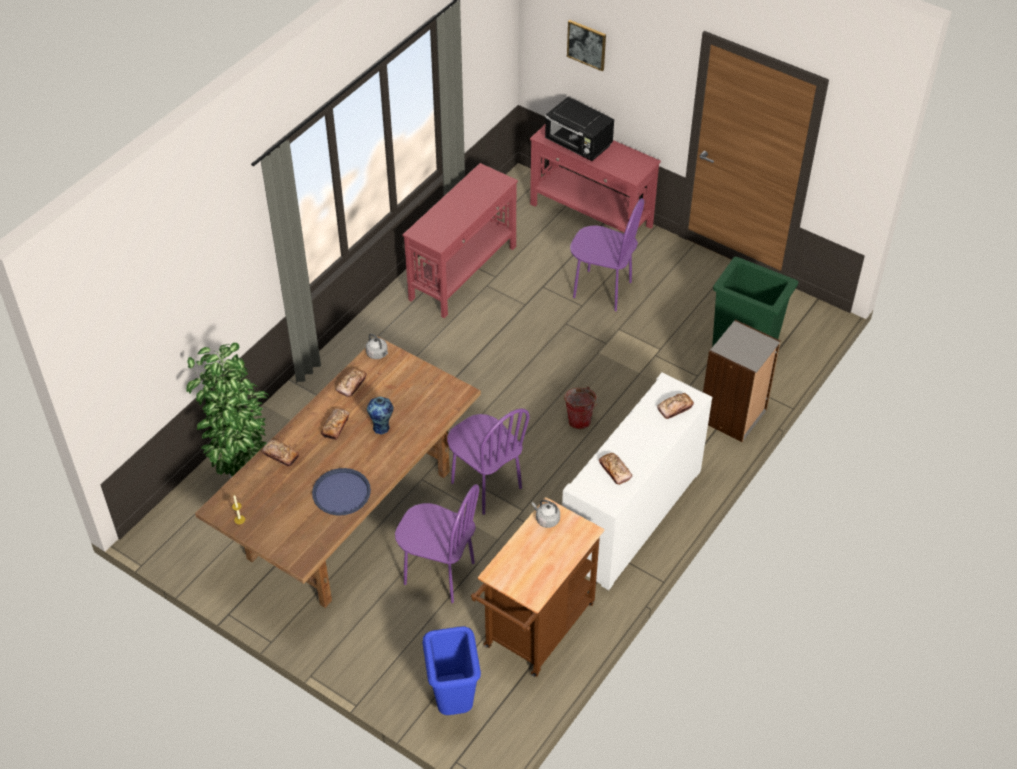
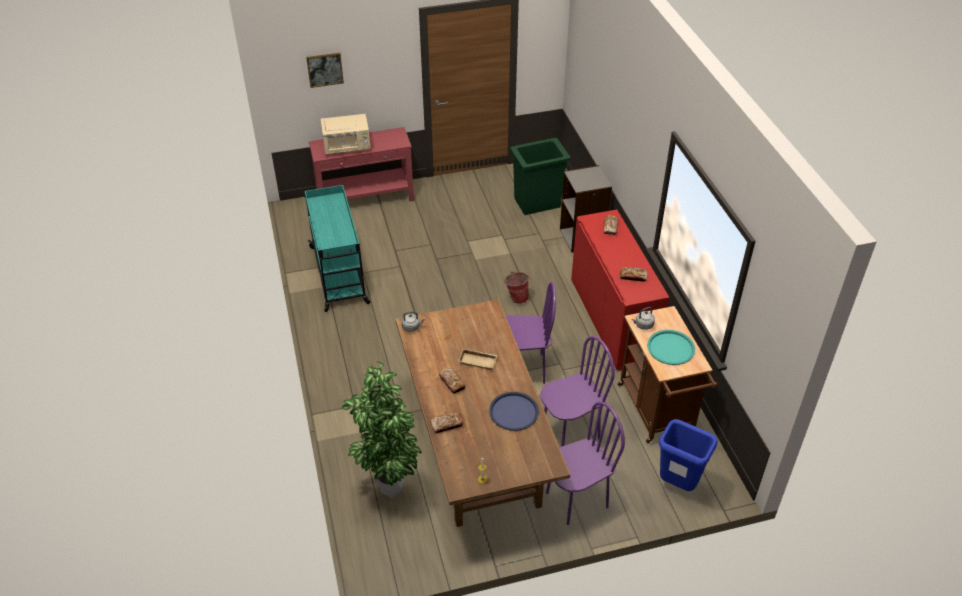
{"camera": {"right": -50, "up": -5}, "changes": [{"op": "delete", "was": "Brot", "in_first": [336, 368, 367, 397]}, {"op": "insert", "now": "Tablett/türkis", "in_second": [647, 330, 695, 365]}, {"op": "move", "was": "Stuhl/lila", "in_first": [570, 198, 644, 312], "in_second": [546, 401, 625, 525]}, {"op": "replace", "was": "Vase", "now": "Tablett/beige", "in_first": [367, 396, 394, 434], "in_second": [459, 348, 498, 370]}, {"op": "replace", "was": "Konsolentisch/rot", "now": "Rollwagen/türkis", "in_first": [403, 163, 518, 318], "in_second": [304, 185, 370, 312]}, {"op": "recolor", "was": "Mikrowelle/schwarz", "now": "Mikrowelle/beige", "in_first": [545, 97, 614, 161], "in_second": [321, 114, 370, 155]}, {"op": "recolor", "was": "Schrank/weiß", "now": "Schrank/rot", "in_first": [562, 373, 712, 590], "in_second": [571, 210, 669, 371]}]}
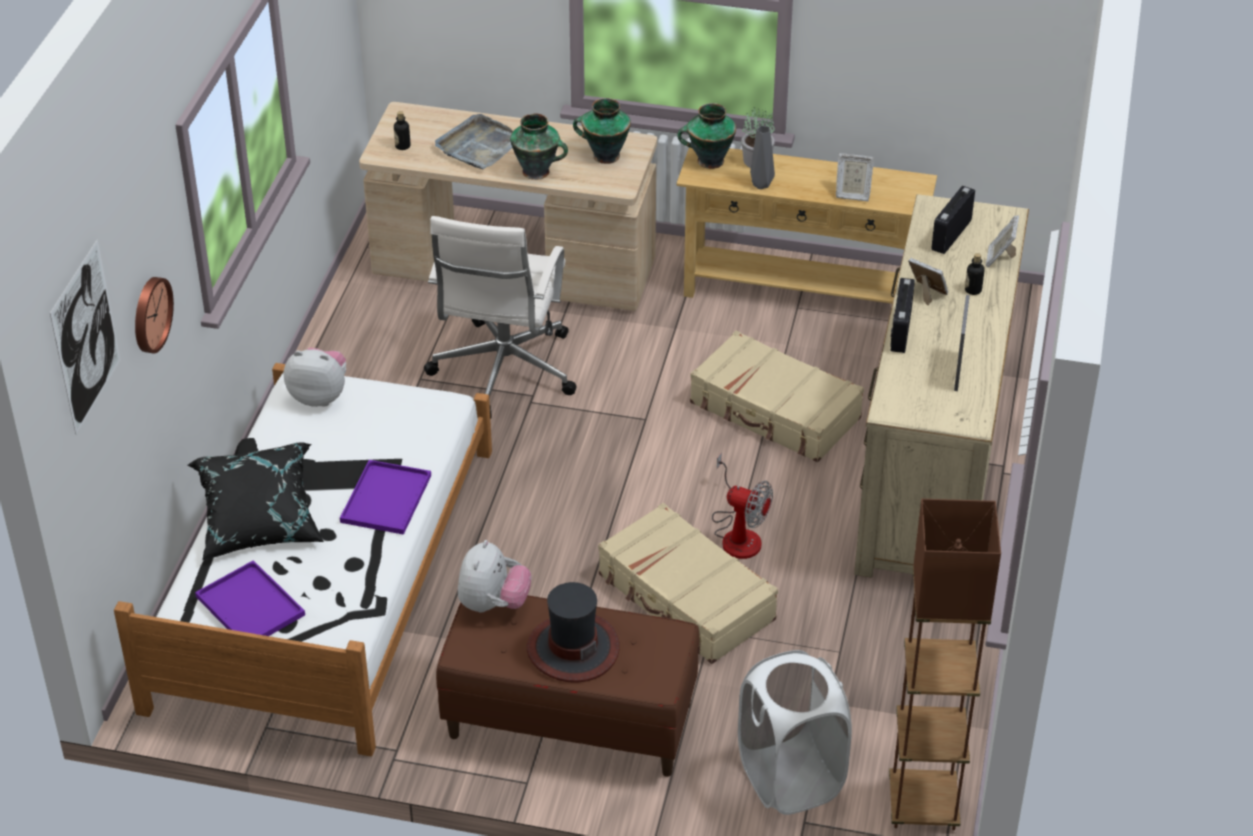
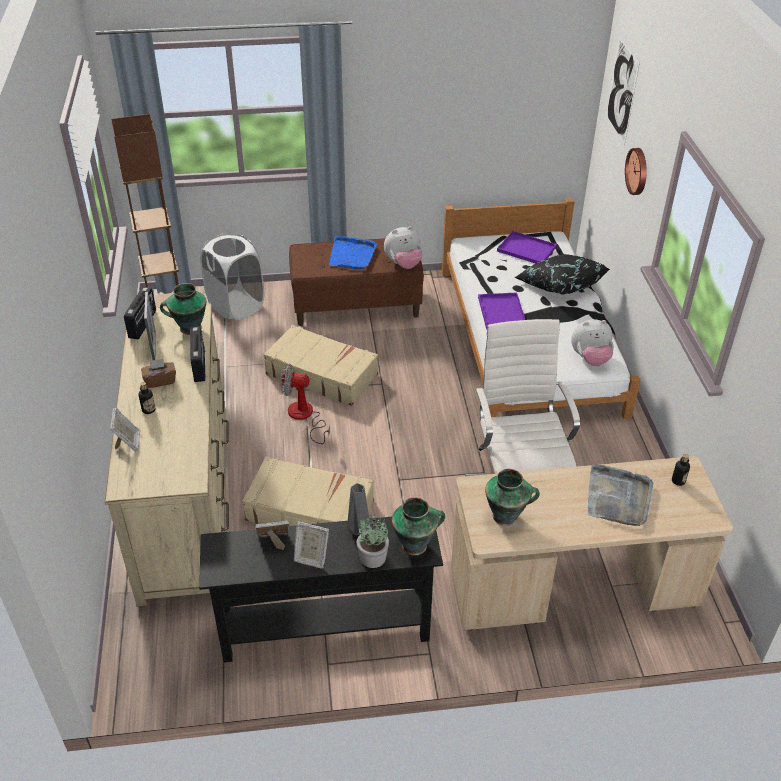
{"camera": {"right": 160, "up": 0}, "changes": [{"op": "insert", "now": "Taschentuchbox/braun", "in_second": [141, 359, 176, 388]}, {"op": "move", "was": "Vase", "in_first": [510, 113, 568, 180], "in_second": [160, 283, 206, 335]}, {"op": "move", "was": "Bilderrahmen", "in_first": [908, 258, 948, 305], "in_second": [294, 521, 329, 568]}, {"op": "move", "was": "Radio", "in_first": [931, 186, 975, 254], "in_second": [124, 287, 156, 339]}, {"op": "replace", "was": "Hut", "now": "Tablett/blau", "in_first": [527, 582, 620, 683], "in_second": [329, 236, 377, 269]}, {"op": "recolor", "was": "Konsolentisch/beige", "now": "Konsolentisch/schwarz", "in_first": [676, 147, 937, 304], "in_second": [199, 517, 443, 663]}, {"op": "rotate", "was": "Plüschtier", "in_first": [458, 540, 531, 612], "in_second": [384, 226, 422, 269], "clockwise": -105}]}
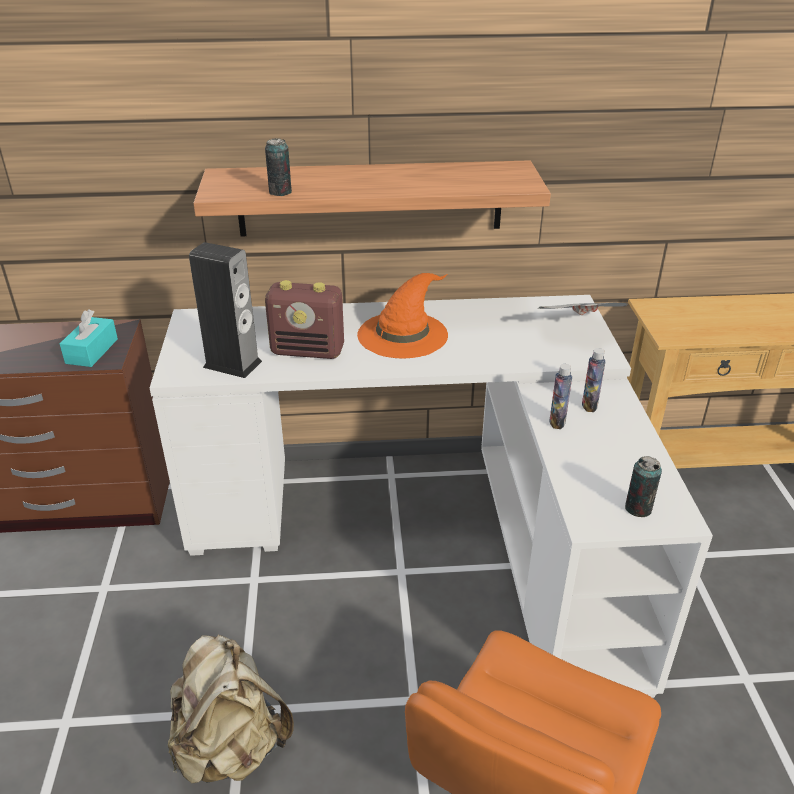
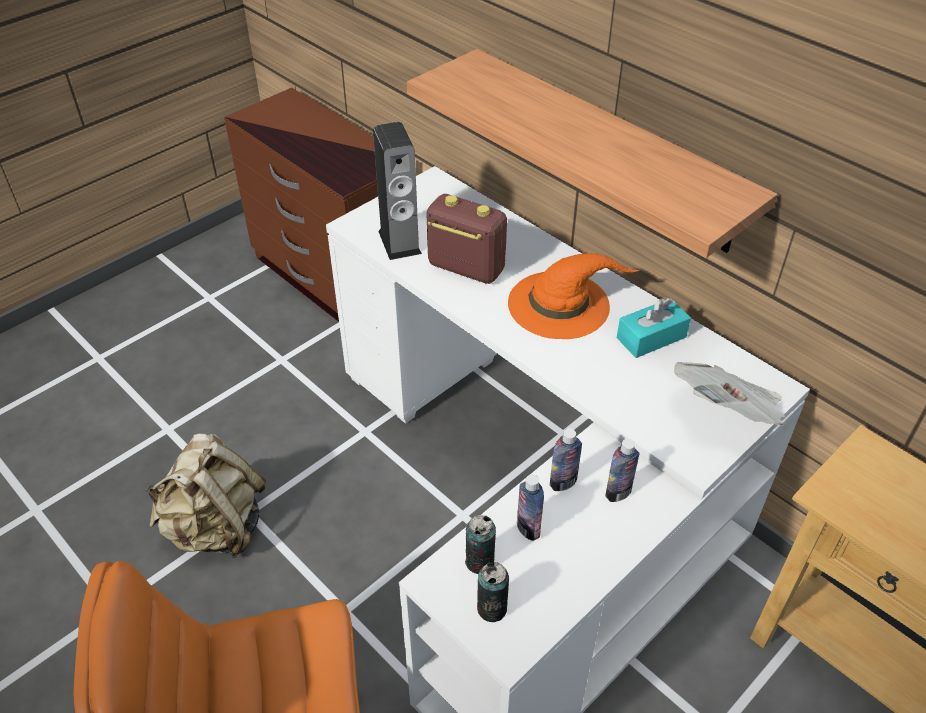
{"camera": {"right": 50, "up": 10}, "changes": [{"op": "insert", "now": "Flasche", "in_second": [517, 474, 544, 541]}, {"op": "move", "was": "Taschentuchbox/türkis", "in_first": [60, 309, 118, 367], "in_second": [617, 298, 691, 358]}, {"op": "move", "was": "Dose", "in_first": [265, 138, 292, 196], "in_second": [465, 515, 496, 574]}, {"op": "rotate", "was": "Radio", "in_first": [265, 280, 344, 359], "in_second": [426, 194, 507, 284], "clockwise": 150}]}
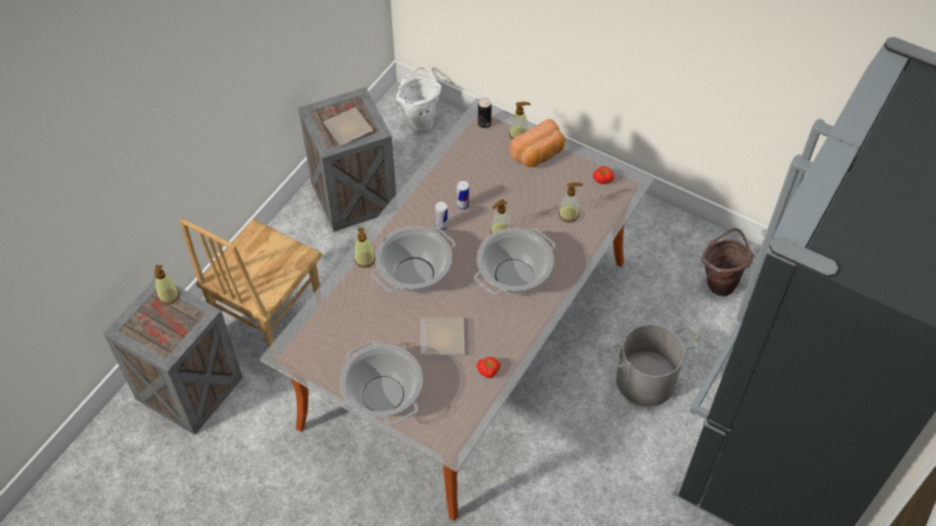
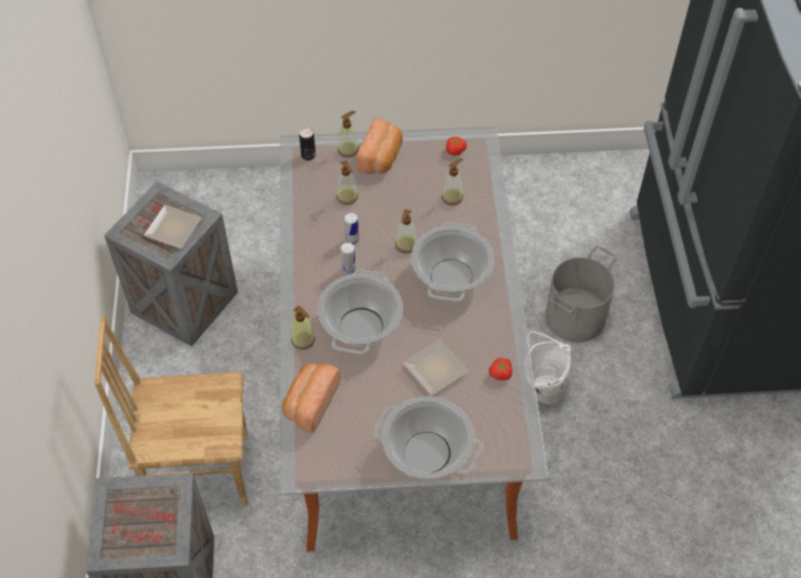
{"camera": {"right": -35, "up": 0}, "changes": [{"op": "delete", "was": "Eimer/braun", "in_first": [701, 228, 754, 297]}, {"op": "insert", "now": "Brot", "in_second": [282, 363, 340, 433]}, {"op": "move", "was": "Seifenspender", "in_first": [155, 265, 179, 304], "in_second": [337, 160, 358, 205]}, {"op": "move", "was": "Eimer/weiß", "in_first": [396, 66, 442, 131], "in_second": [528, 331, 571, 404]}, {"op": "rotate", "was": "Stuhl/braun", "in_first": [180, 218, 322, 348], "in_second": [94, 317, 248, 506], "clockwise": 90}]}
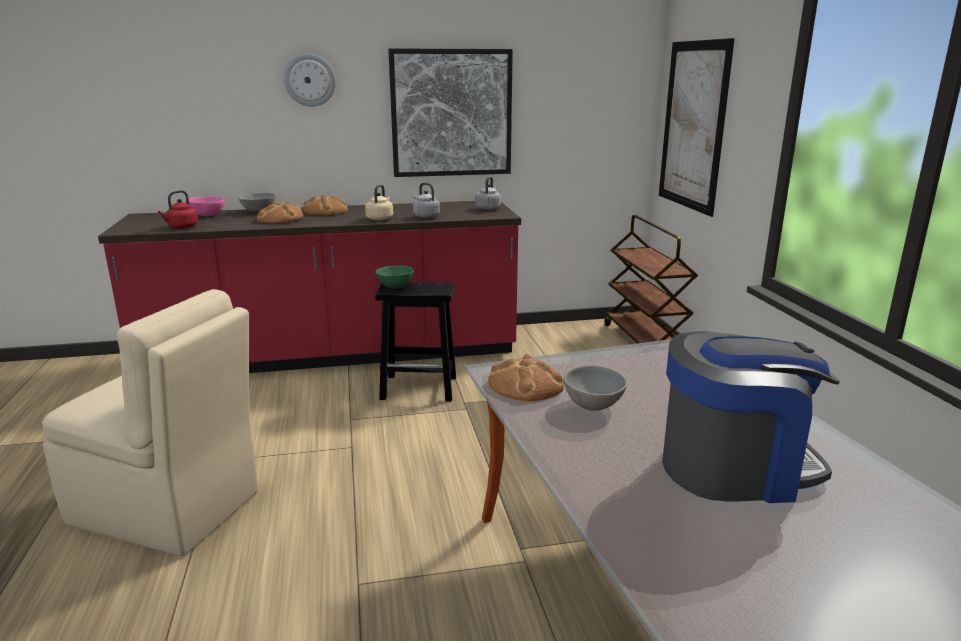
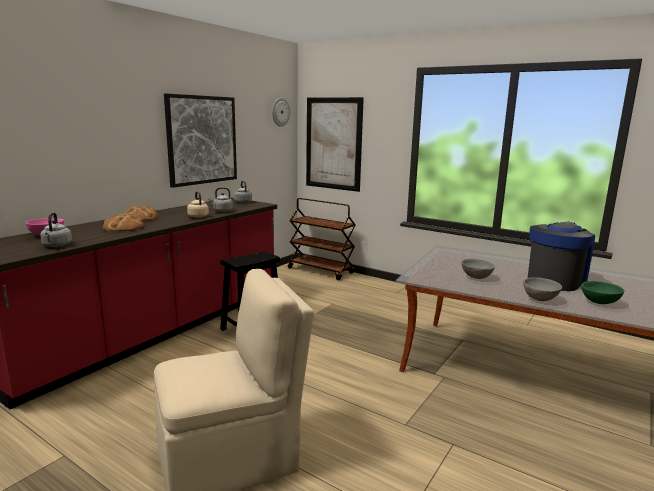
{"camera": {"right": -45, "up": -5}, "changes": [{"op": "delete", "was": "Brot", "in_first": [488, 354, 564, 402]}, {"op": "move", "was": "Schüssel/grau", "in_first": [239, 193, 275, 212], "in_second": [523, 277, 562, 301]}, {"op": "move", "was": "Wanduhr", "in_first": [284, 54, 336, 107], "in_second": [272, 97, 290, 127]}, {"op": "move", "was": "Schüssel/grün", "in_first": [375, 265, 414, 289], "in_second": [581, 281, 624, 304]}, {"op": "recolor", "was": "Wasserkessel/rot", "now": "Wasserkessel/grau", "in_first": [158, 190, 198, 229], "in_second": [40, 212, 72, 247]}]}
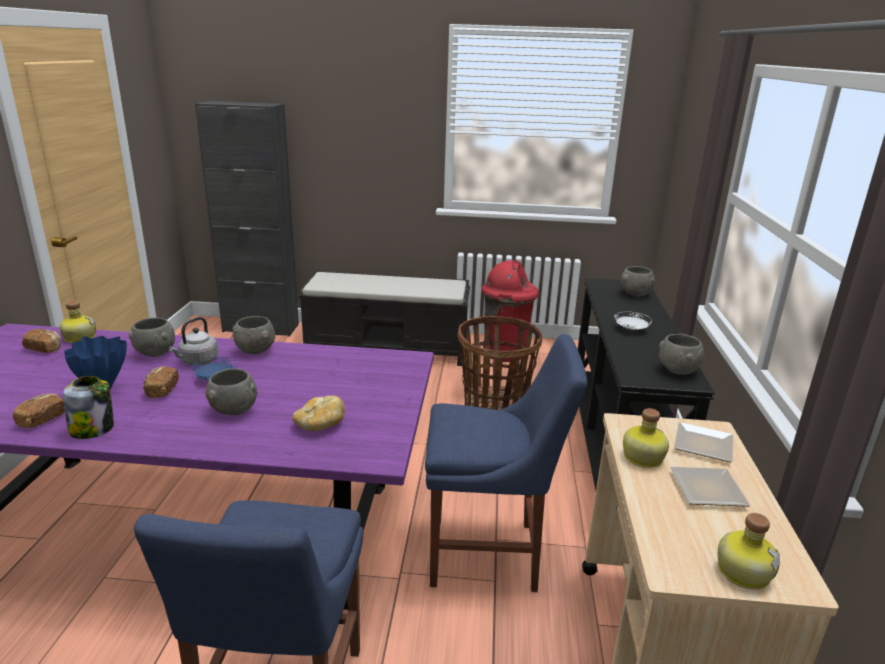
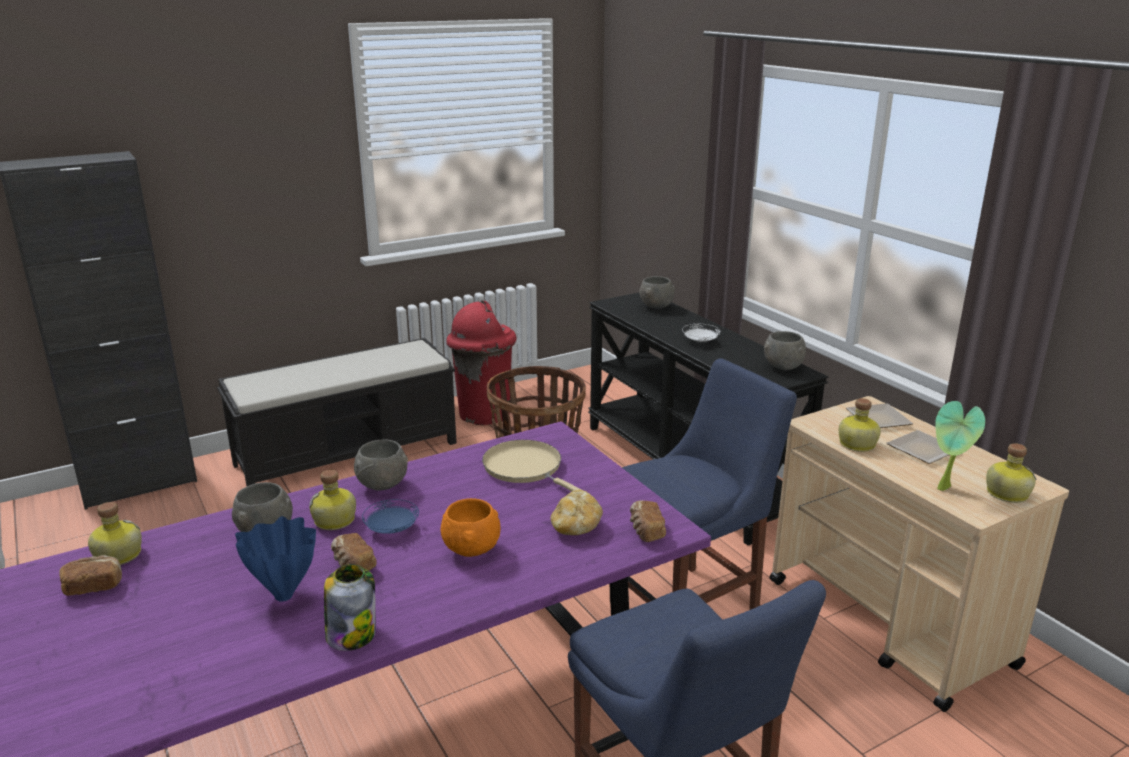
{"camera": {"right": -35, "up": 0}, "changes": [{"op": "insert", "now": "Pfanne/beige", "in_second": [482, 440, 581, 492]}, {"op": "insert", "now": "Topfpflanze", "in_second": [935, 401, 985, 491]}, {"op": "move", "was": "Brot", "in_first": [13, 394, 65, 428], "in_second": [630, 500, 666, 542]}, {"op": "replace", "was": "Wasserkessel/grau", "now": "Flasche", "in_first": [169, 317, 219, 365], "in_second": [309, 470, 356, 530]}, {"op": "recolor", "was": "Schüssel/grau", "now": "Schüssel/orange", "in_first": [205, 369, 257, 415], "in_second": [441, 498, 500, 557]}]}
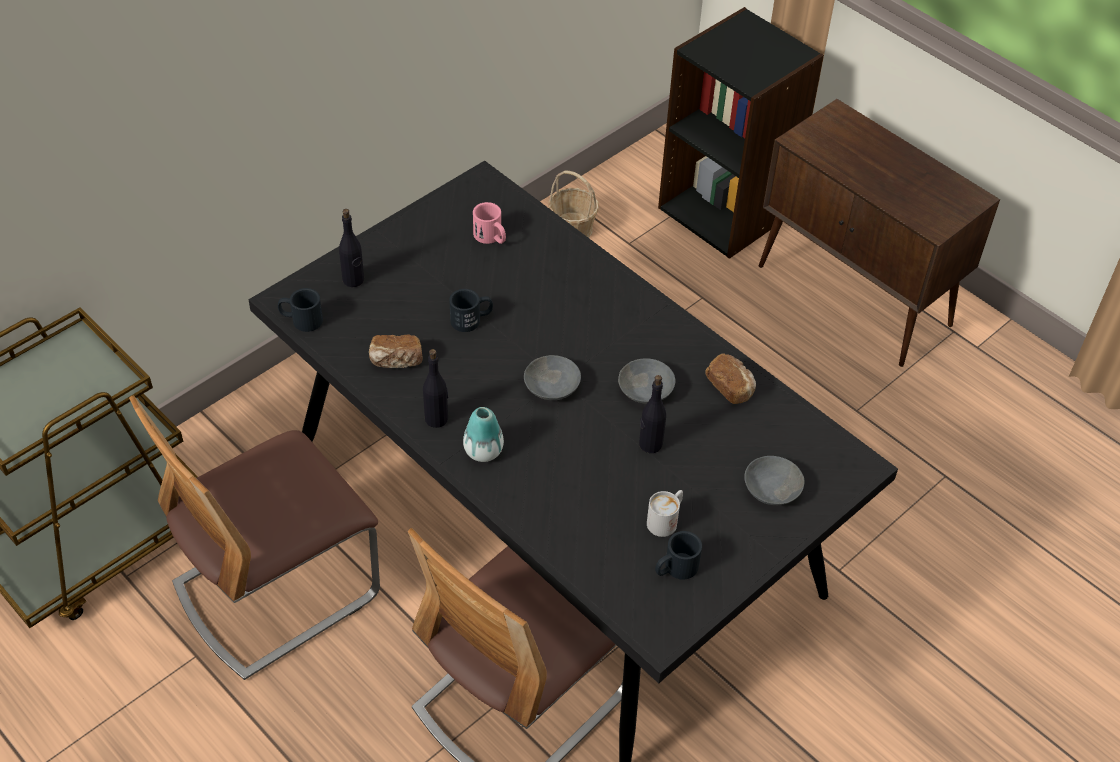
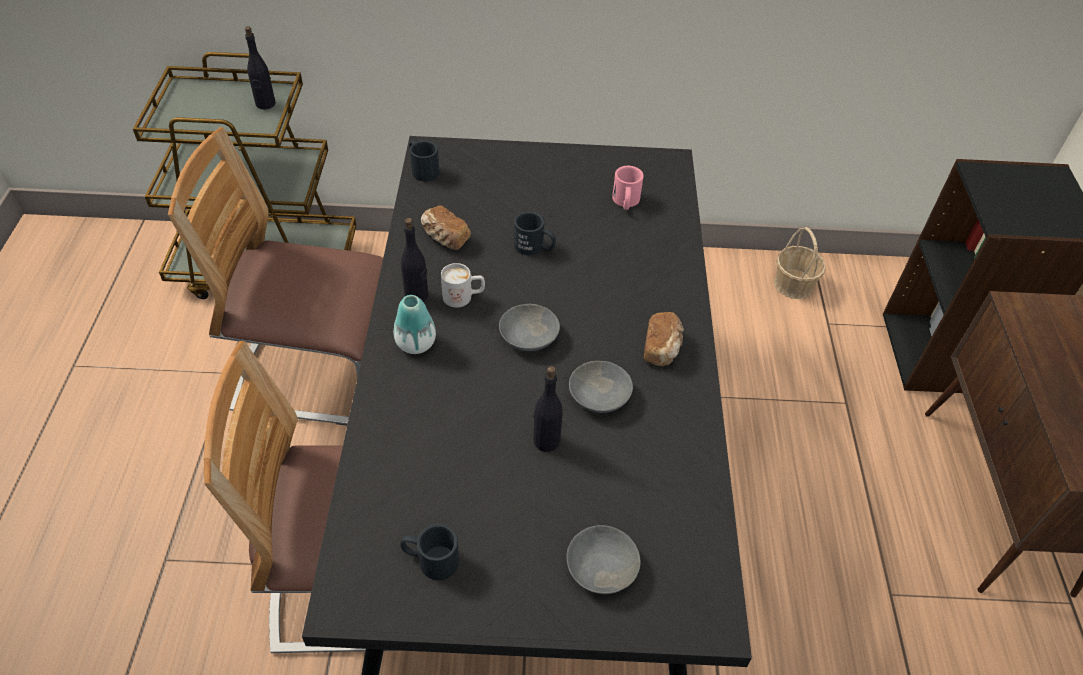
{"camera": {"right": 45, "up": 0}, "changes": [{"op": "move", "was": "Flasche/schwarz", "in_first": [339, 209, 364, 287], "in_second": [245, 27, 275, 110]}, {"op": "move", "was": "Henkelbecher/weiß", "in_first": [647, 490, 683, 537], "in_second": [441, 263, 485, 308]}, {"op": "move", "was": "Brot", "in_first": [705, 354, 756, 404], "in_second": [644, 312, 684, 366]}]}
